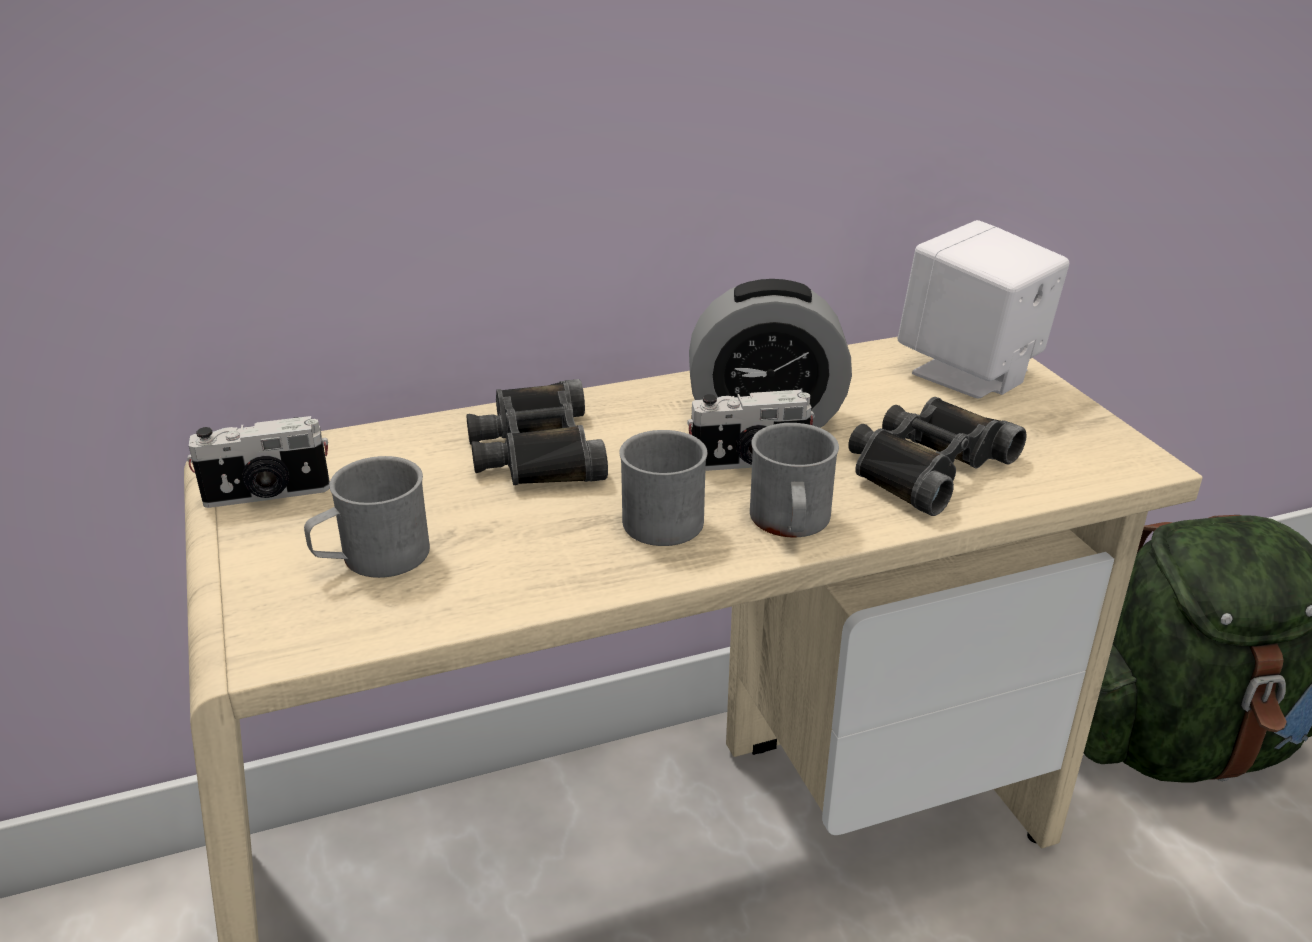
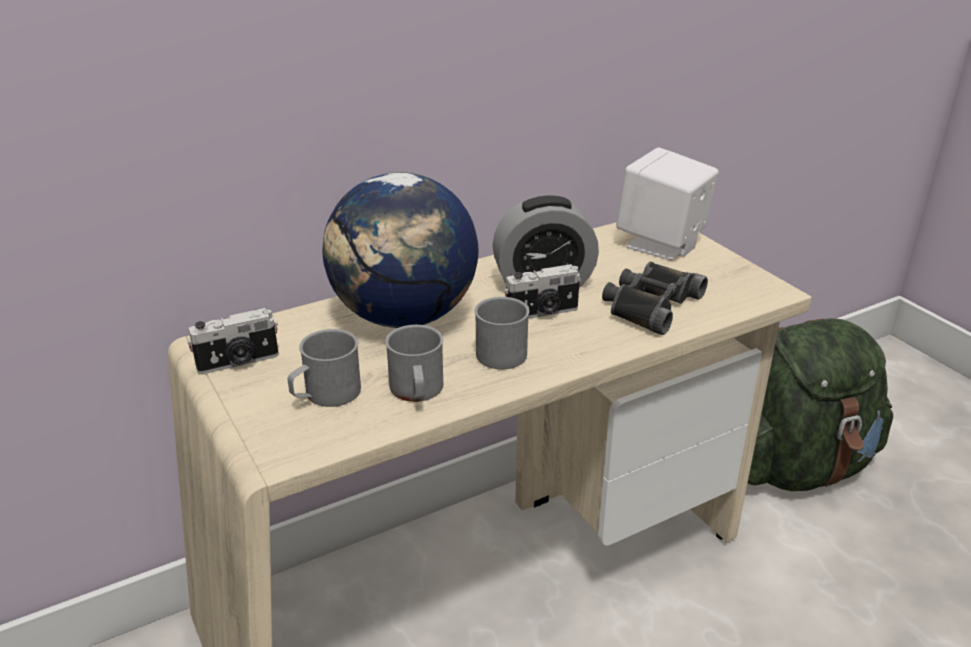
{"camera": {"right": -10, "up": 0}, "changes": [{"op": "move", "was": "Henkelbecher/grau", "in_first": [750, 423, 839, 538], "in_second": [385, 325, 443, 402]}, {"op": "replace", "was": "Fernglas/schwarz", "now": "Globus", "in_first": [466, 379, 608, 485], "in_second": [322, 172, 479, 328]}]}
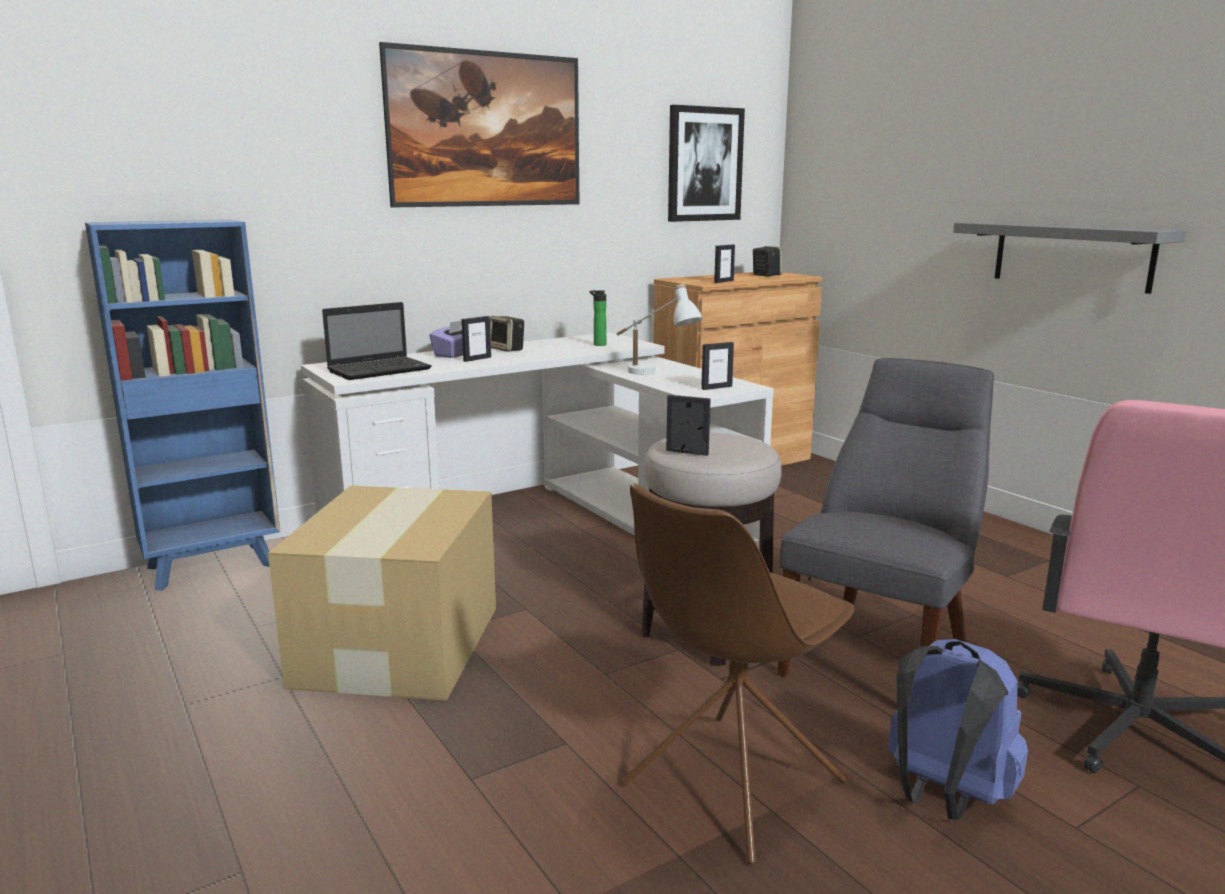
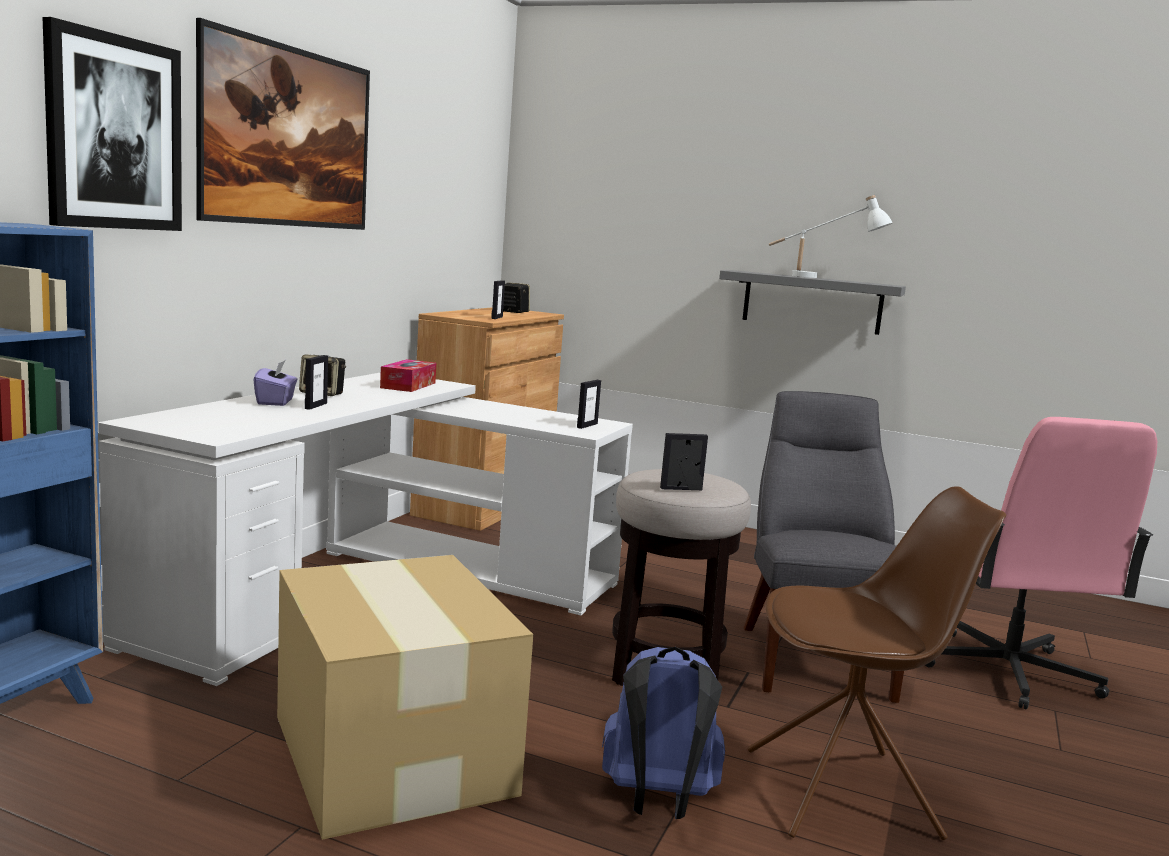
{"camera": {"right": -35, "up": -5}, "changes": [{"op": "delete", "was": "Laptop", "in_first": [322, 302, 431, 380]}, {"op": "move", "was": "Tischlampe/weiß", "in_first": [616, 284, 702, 375], "in_second": [769, 195, 892, 278]}, {"op": "move", "was": "Bild", "in_first": [668, 105, 745, 222], "in_second": [43, 17, 182, 231]}, {"op": "move", "was": "Rucksack/blau", "in_first": [888, 639, 1028, 819], "in_second": [602, 647, 725, 819]}, {"op": "replace", "was": "Flasche", "now": "Taschentuchbox", "in_first": [590, 290, 606, 346], "in_second": [380, 359, 436, 392]}, {"op": "rotate", "was": "Stuhl/braun", "in_first": [621, 484, 855, 864], "in_second": [748, 486, 1006, 840], "clockwise": -105}]}
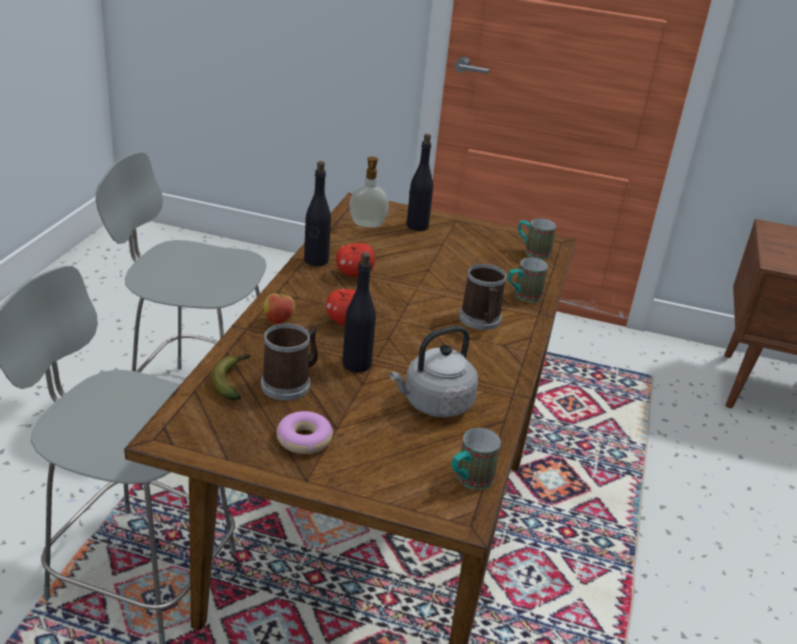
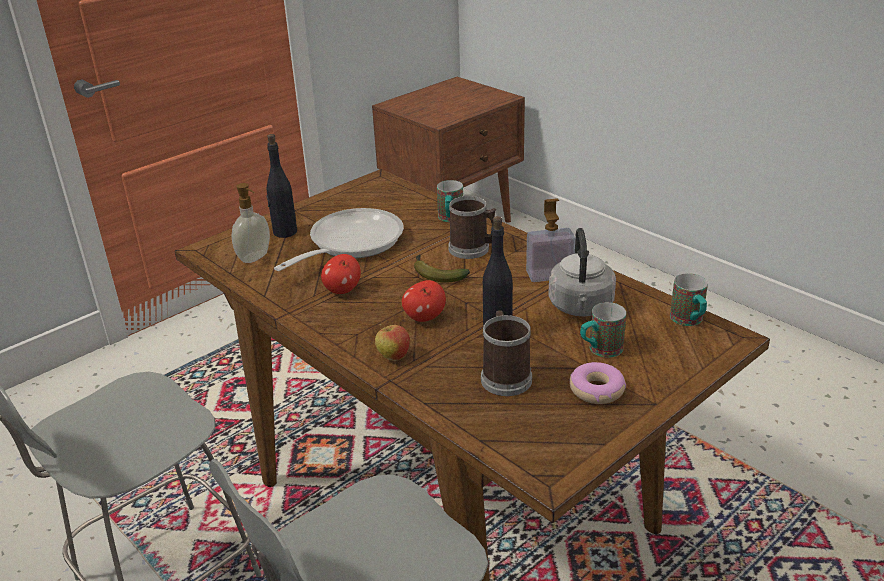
{"camera": {"right": -55, "up": 0}, "changes": [{"op": "delete", "was": "Flasche/schwarz", "in_first": [304, 161, 331, 266]}, {"op": "insert", "now": "Pfanne", "in_second": [274, 208, 404, 271]}, {"op": "insert", "now": "Seifenspender", "in_second": [526, 198, 575, 282]}, {"op": "move", "was": "Banane", "in_first": [211, 354, 250, 400], "in_second": [414, 255, 470, 282]}, {"op": "move", "was": "Henkelbecher", "in_first": [518, 218, 556, 260], "in_second": [580, 302, 626, 358]}]}
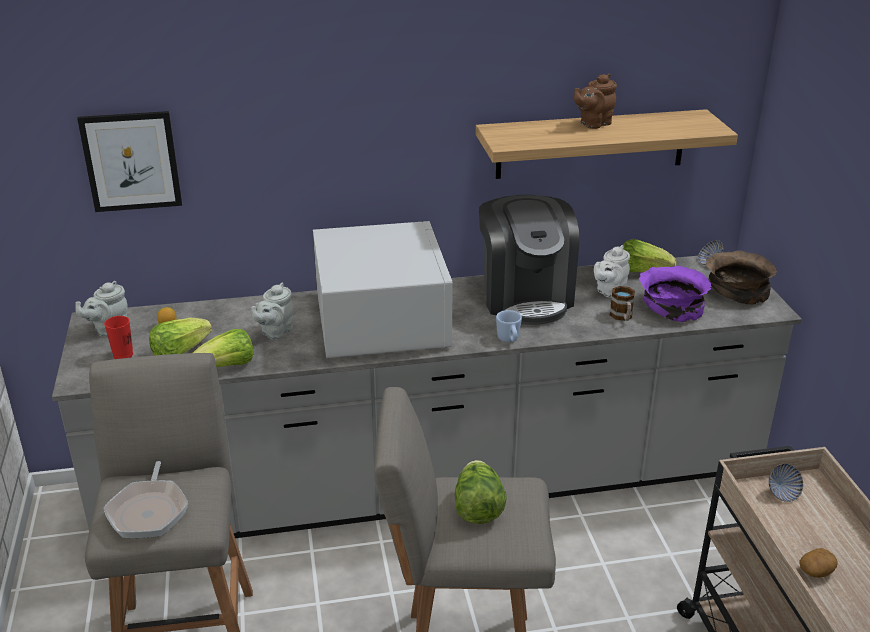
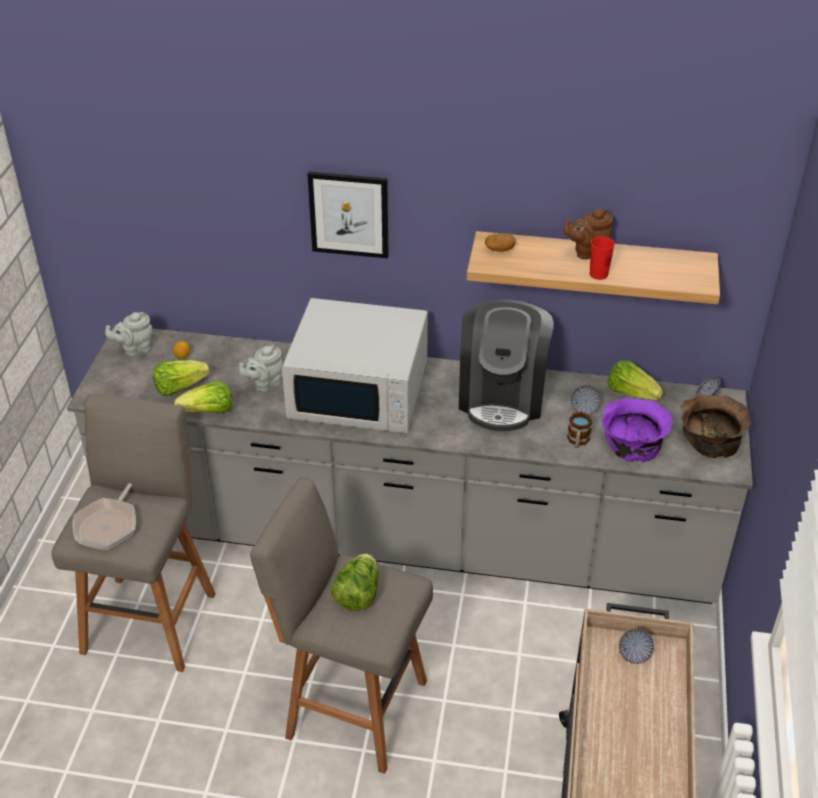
{"camera": {"right": 20, "up": 10}, "changes": [{"op": "delete", "was": "Henkelbecher/blau", "in_first": [496, 310, 522, 342]}, {"op": "move", "was": "Bild", "in_first": [77, 111, 182, 212], "in_second": [307, 172, 389, 258]}, {"op": "move", "was": "Tasse/rot", "in_first": [104, 316, 133, 359], "in_second": [590, 237, 615, 280]}, {"op": "move", "was": "Kartoffel", "in_first": [799, 548, 838, 578], "in_second": [485, 233, 516, 252]}, {"op": "replace", "was": "Teekanne/weiß", "now": "Schüssel", "in_first": [594, 245, 630, 298], "in_second": [571, 385, 601, 415]}, {"op": "rotate", "was": "Mikrowelle/weiß", "in_first": [313, 221, 453, 358], "in_second": [282, 298, 428, 433], "clockwise": 90}]}
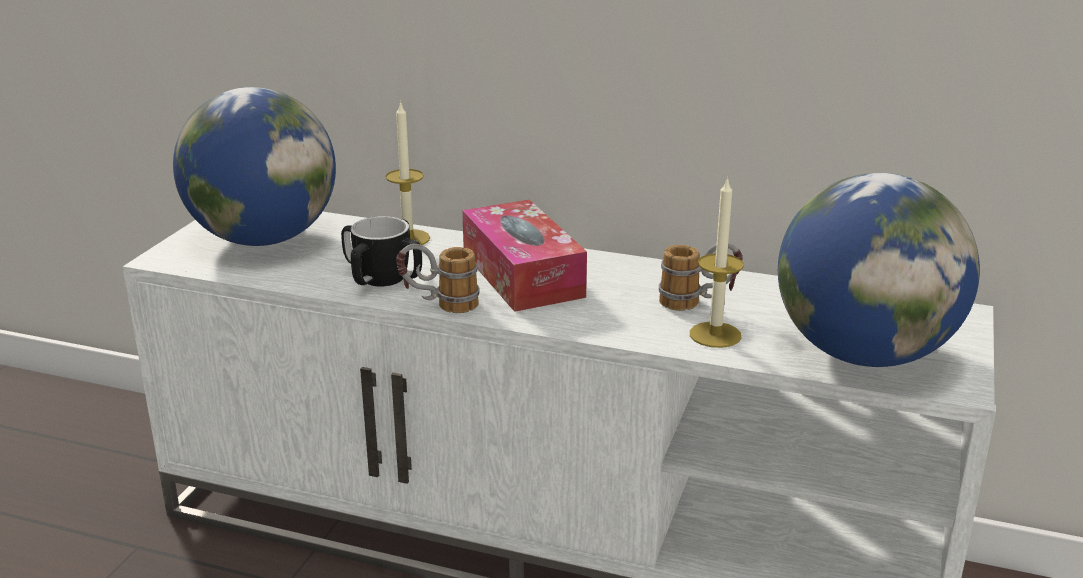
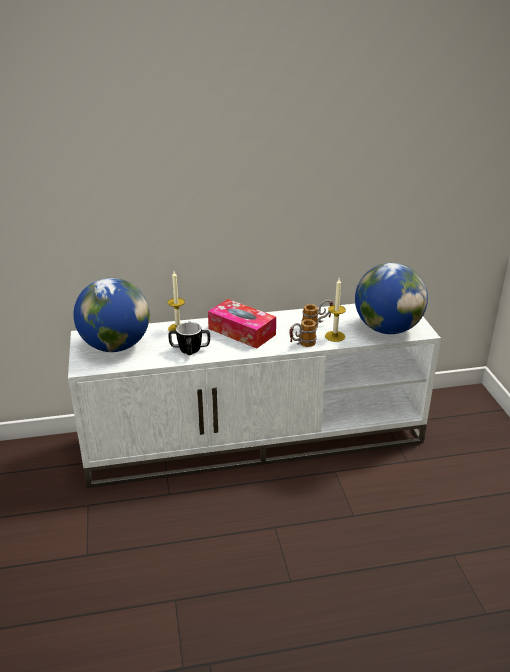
{"camera": {"right": -30, "up": 5}, "changes": [{"op": "move", "was": "Henkelbecher", "in_first": [396, 244, 479, 313], "in_second": [289, 319, 317, 347]}]}
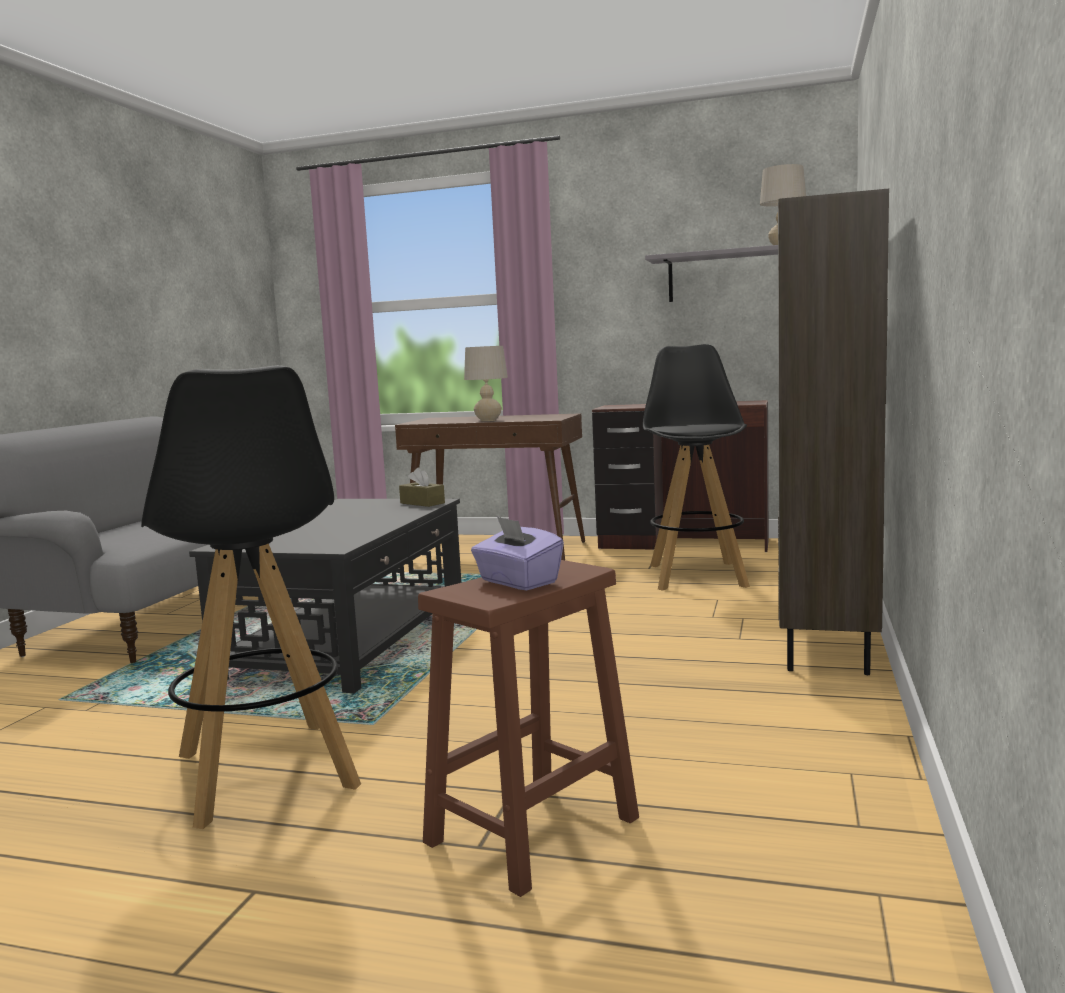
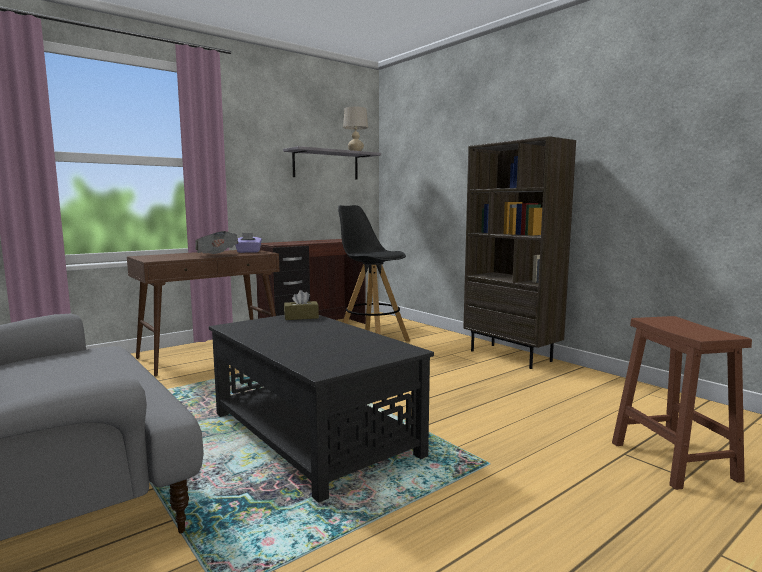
{"camera": {"right": -55, "up": 0}, "changes": [{"op": "delete", "was": "Hocker/schwarz", "in_first": [141, 365, 361, 829]}, {"op": "move", "was": "Taschentuchbox/lila", "in_first": [471, 516, 564, 590], "in_second": [235, 233, 262, 253]}, {"op": "replace", "was": "Tischlampe/beige", "now": "Zeitung", "in_first": [464, 346, 508, 421], "in_second": [195, 231, 239, 254]}]}
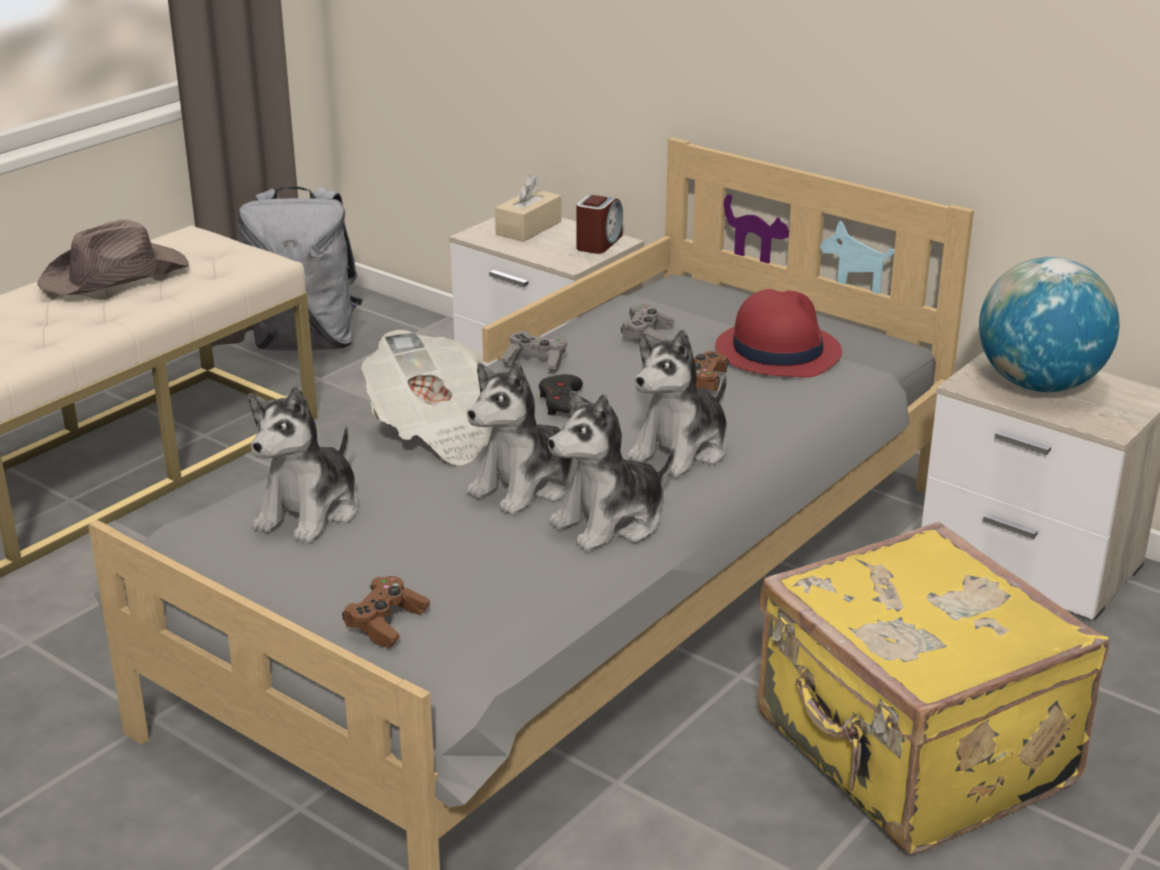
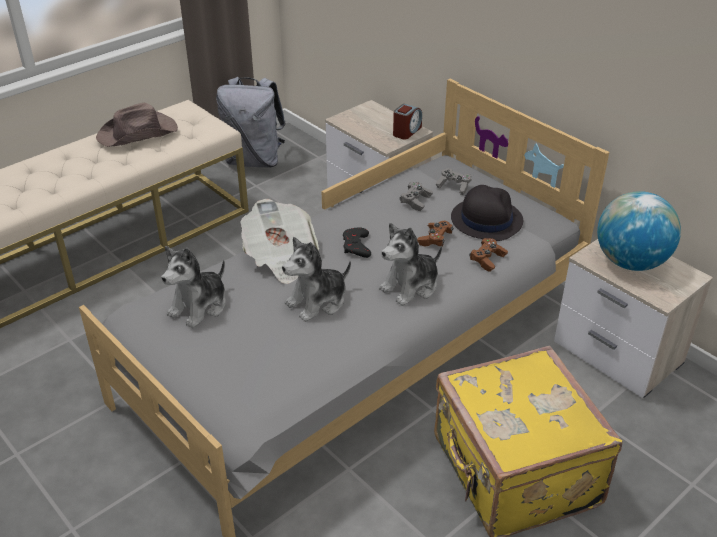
{"camera": {"right": 10, "up": 10}, "changes": [{"op": "delete", "was": "Taschentuchbox/beige", "in_first": [495, 175, 561, 242]}, {"op": "delete", "was": "Plüschtier", "in_first": [548, 391, 675, 551]}, {"op": "move", "was": "Gamepad/braun", "in_first": [342, 576, 430, 648], "in_second": [469, 238, 508, 272]}, {"op": "move", "was": "Gamepad/grau", "in_first": [501, 331, 567, 374], "in_second": [436, 168, 472, 195]}, {"op": "recolor", "was": "Hut/rot", "now": "Hut/schwarz", "in_first": [715, 289, 842, 378], "in_second": [451, 185, 523, 241]}]}
